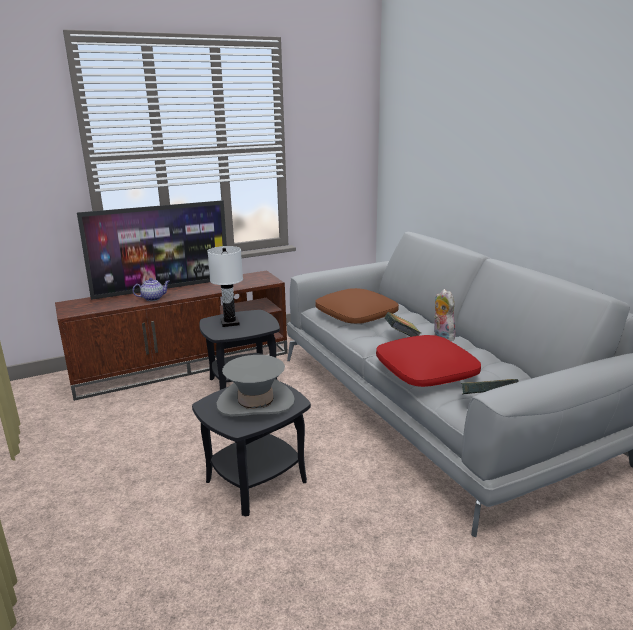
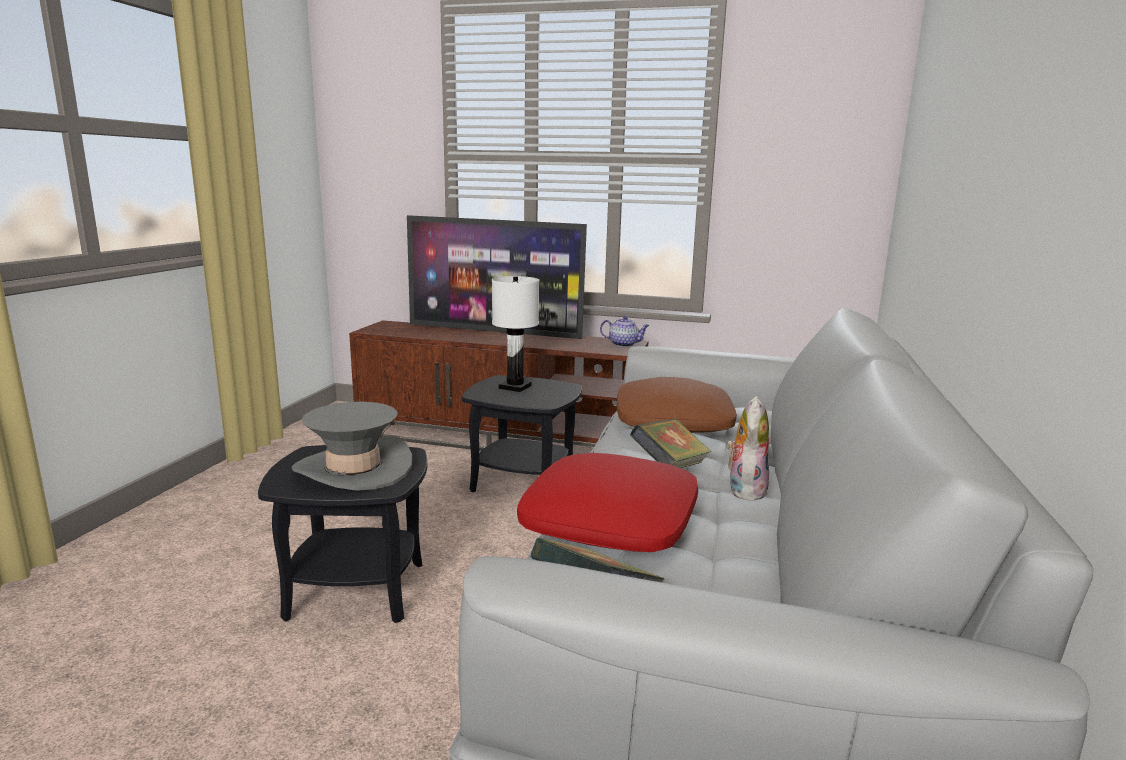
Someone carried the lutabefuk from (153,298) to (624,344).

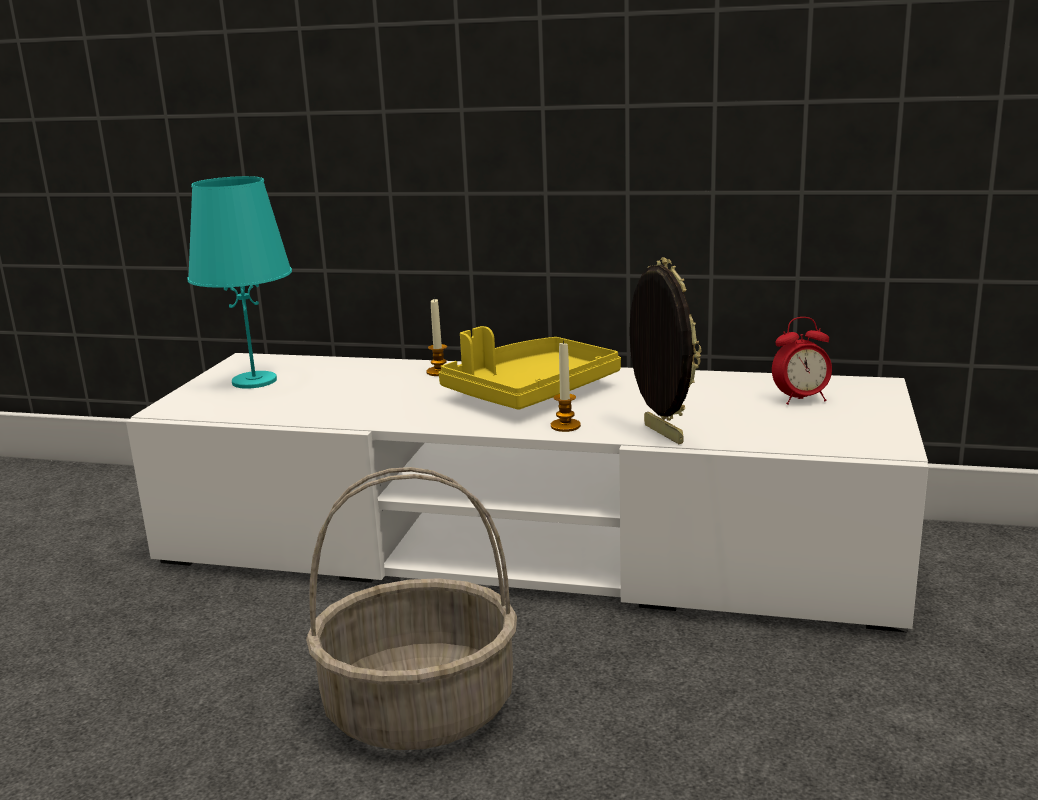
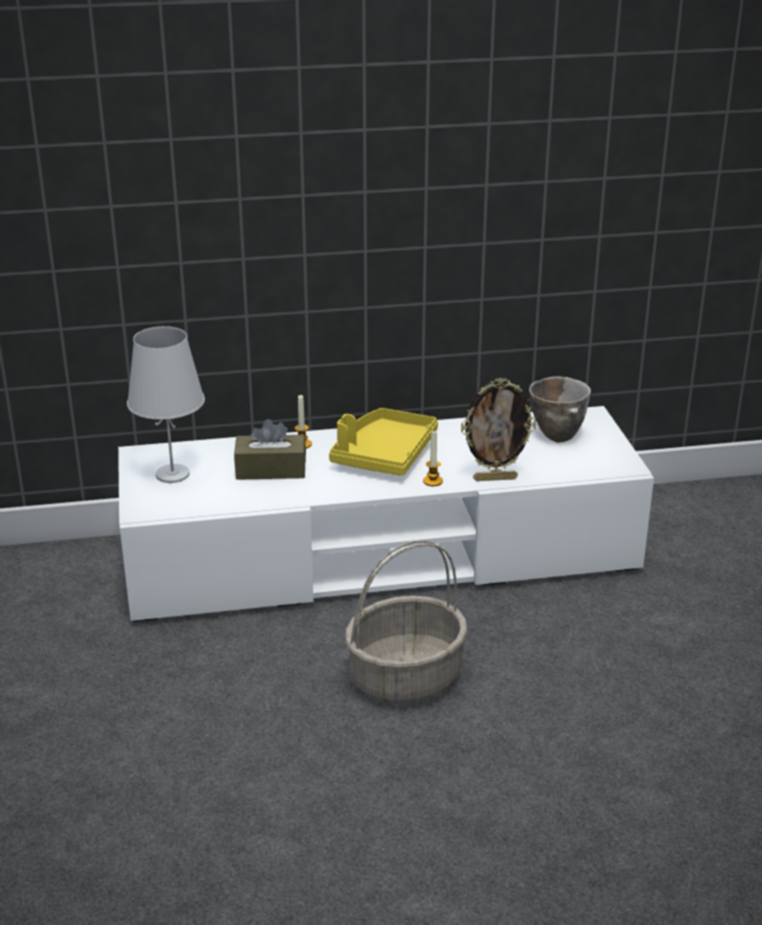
Someone repainted the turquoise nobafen at (254,381), which became the white nobafen at (172,474).
Someone rotated the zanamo at (660,434) by 135 degrees clockwise.
Someone swapped the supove at (801,399) for the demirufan at (556,435).
Someone put down the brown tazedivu at (271,470).

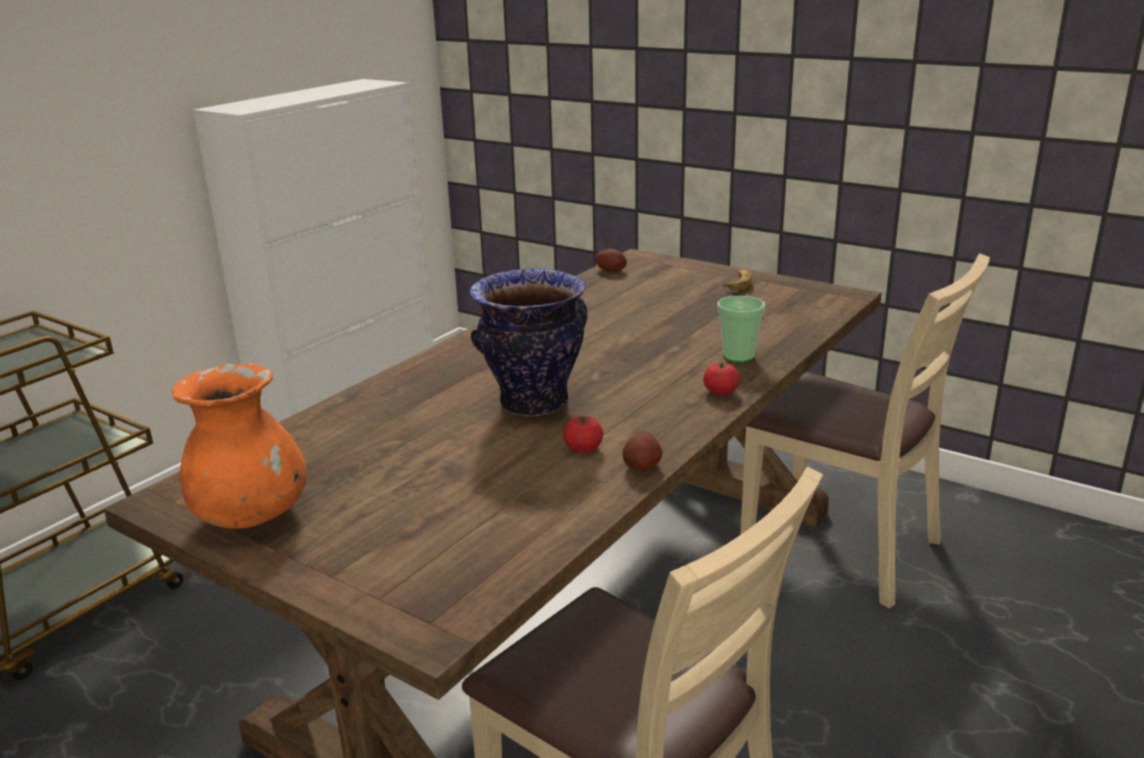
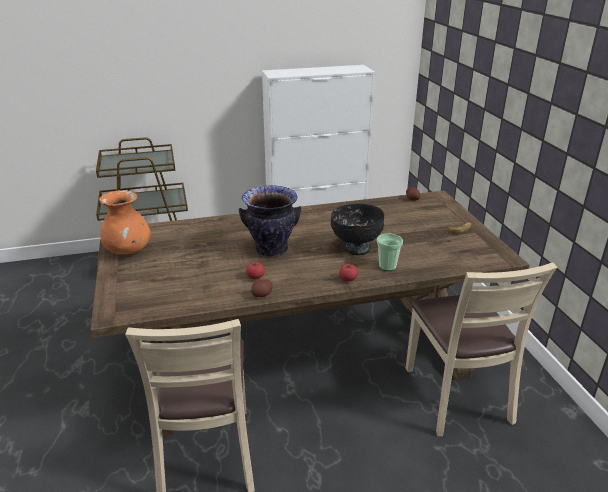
Someone put down the black demirufan at (356,248).

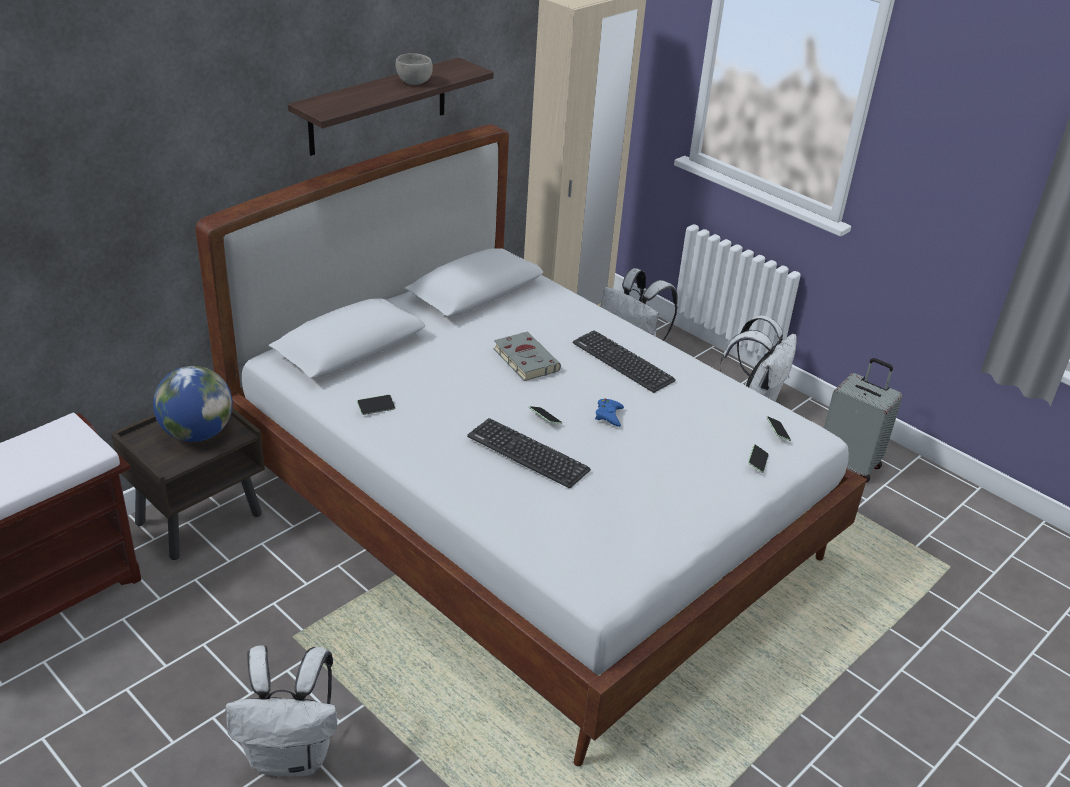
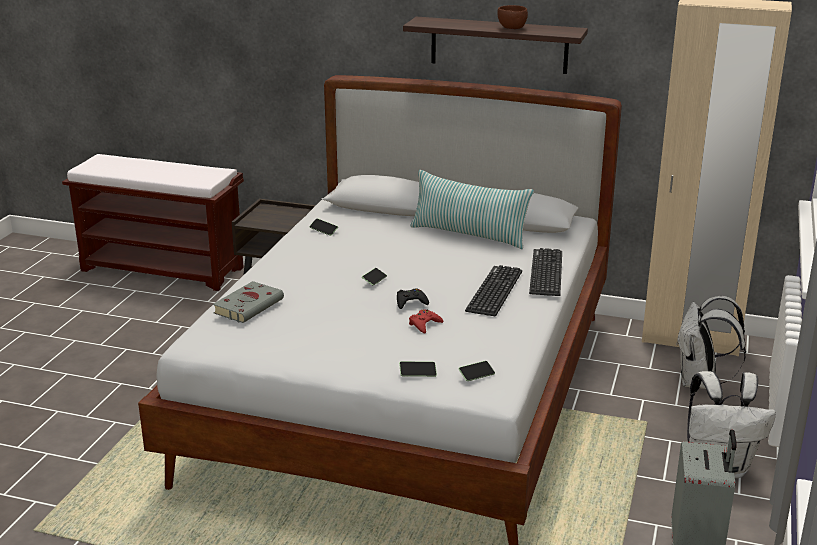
Someone repainted the grey demirufan at (415,82), which became the brown demirufan at (511,28).
Someone carried the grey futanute from (524,359) to (250,305).
Someone took away the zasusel at (197,434).
Someone repainted the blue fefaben at (609,415), which became the black fefaben at (410,302).
Someone carried the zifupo from (527,453) to (546,273).
Someone took away the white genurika at (292,756).
Someone put down the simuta at (469,234).
Someone put down the red fefaben at (424,324).

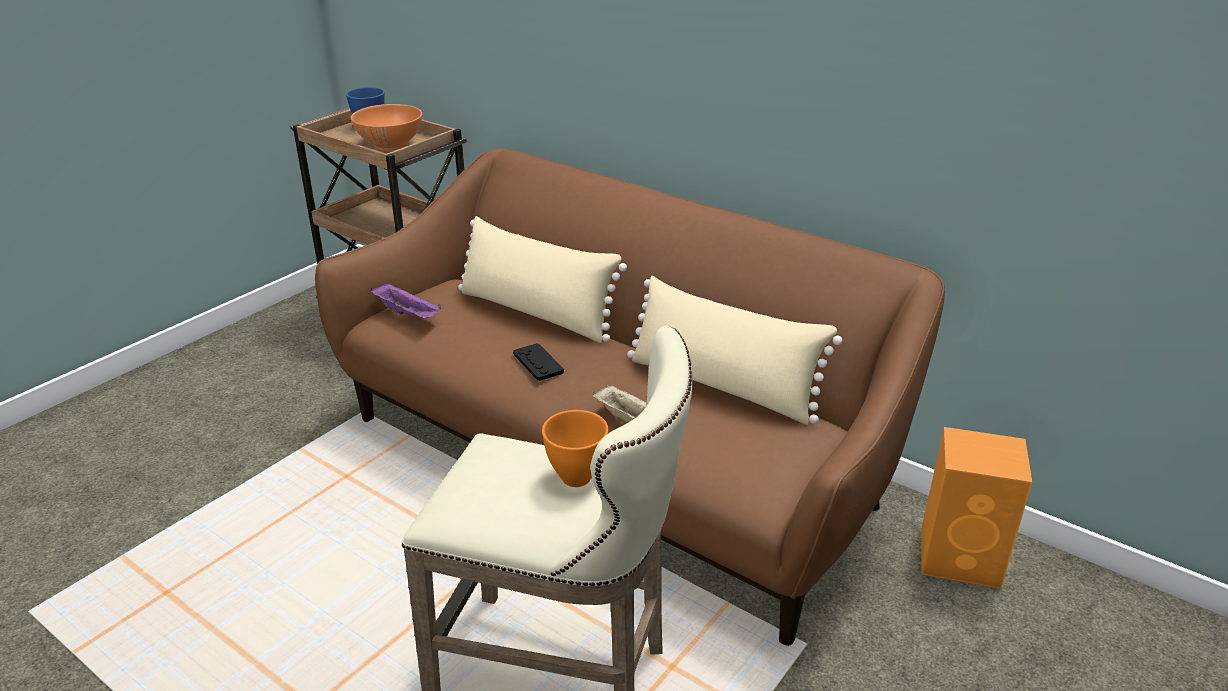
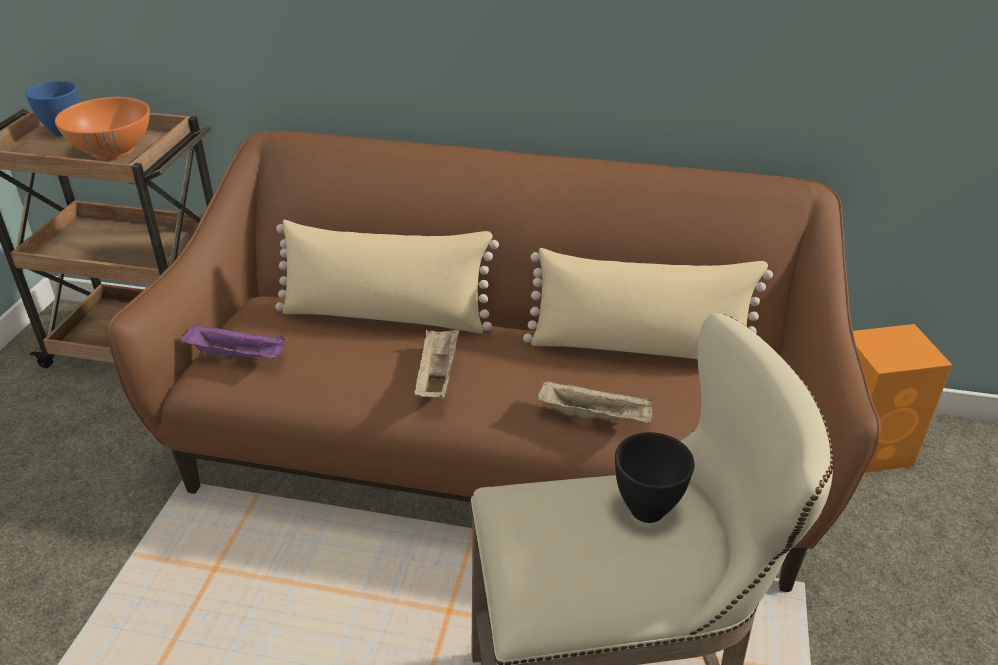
Someone swapped the black fefaben at (538,363) for the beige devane at (437,376).
Someone repainted the orange demirufan at (578,478), which became the black demirufan at (649,509).

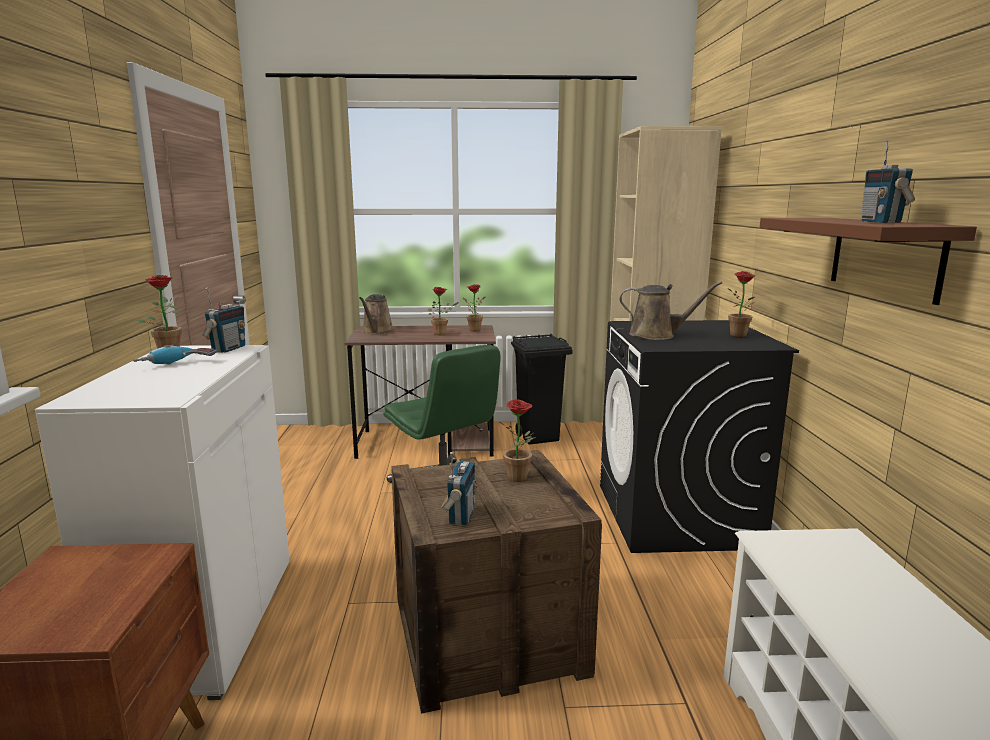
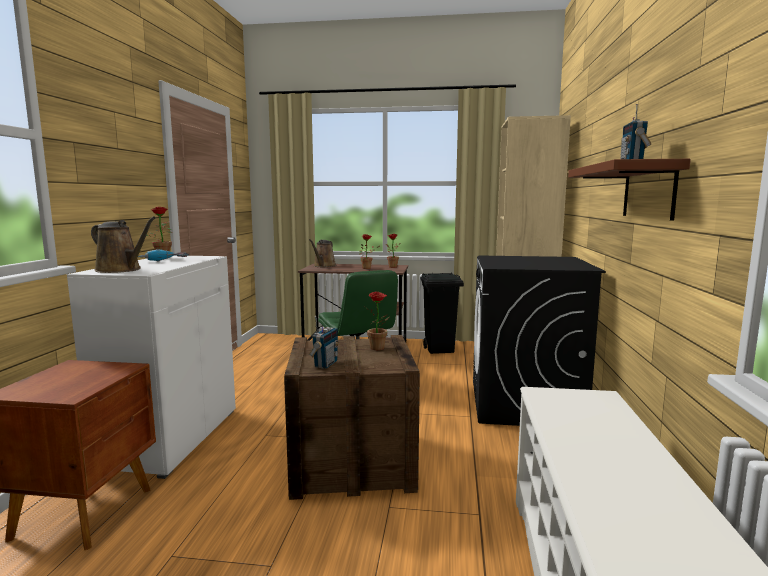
Someone took away the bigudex at (740,336).
Someone carried the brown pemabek from (656,335) to (121,270).
Someone took away the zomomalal at (228,349).

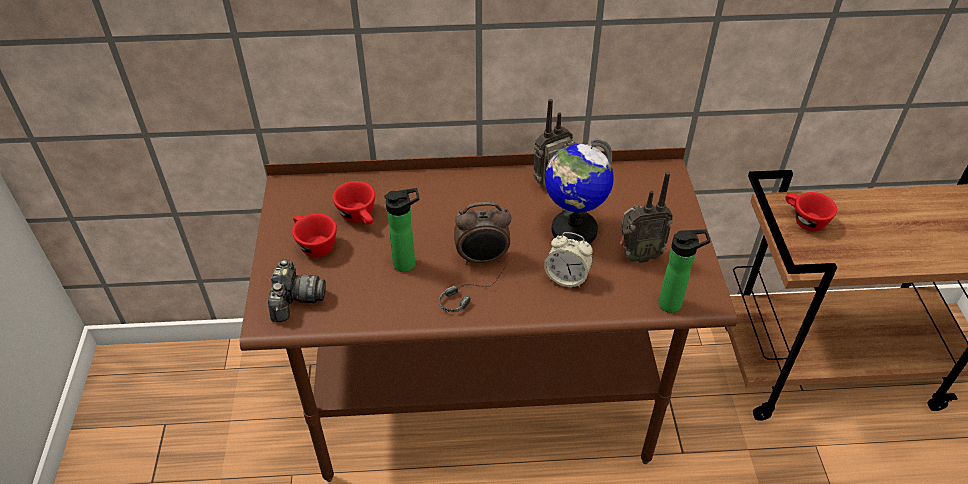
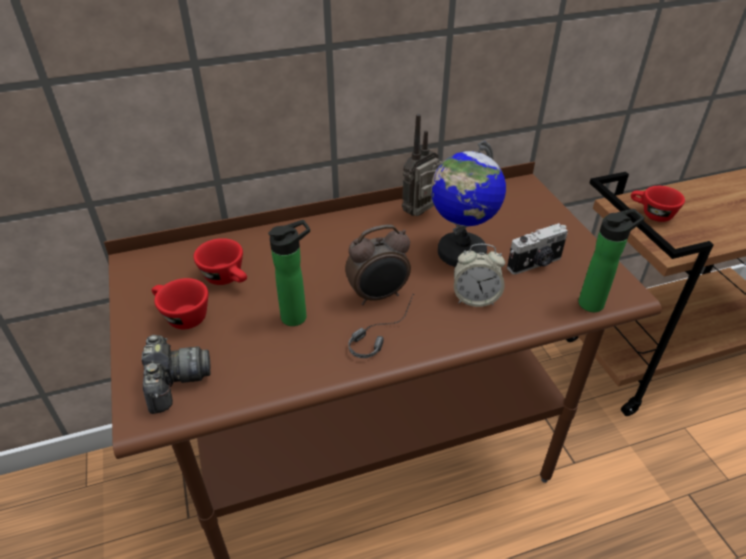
Someone swapped the zomomalal at (638,255) for the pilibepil at (535,264).

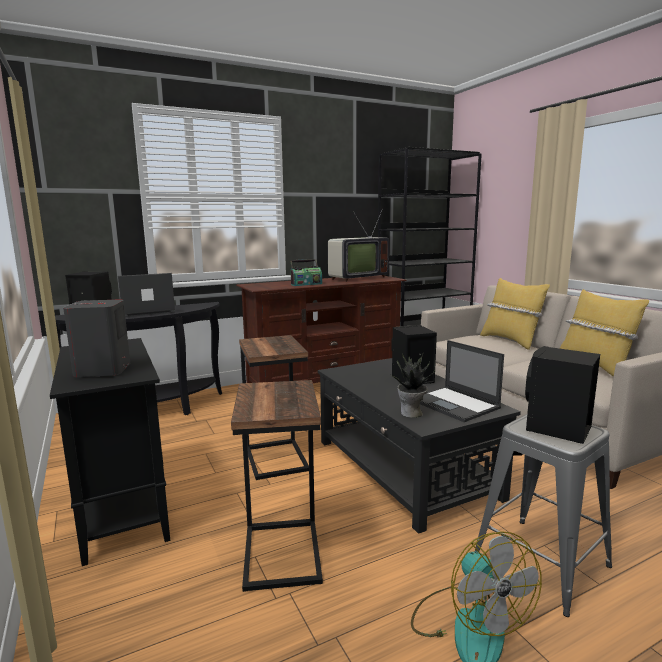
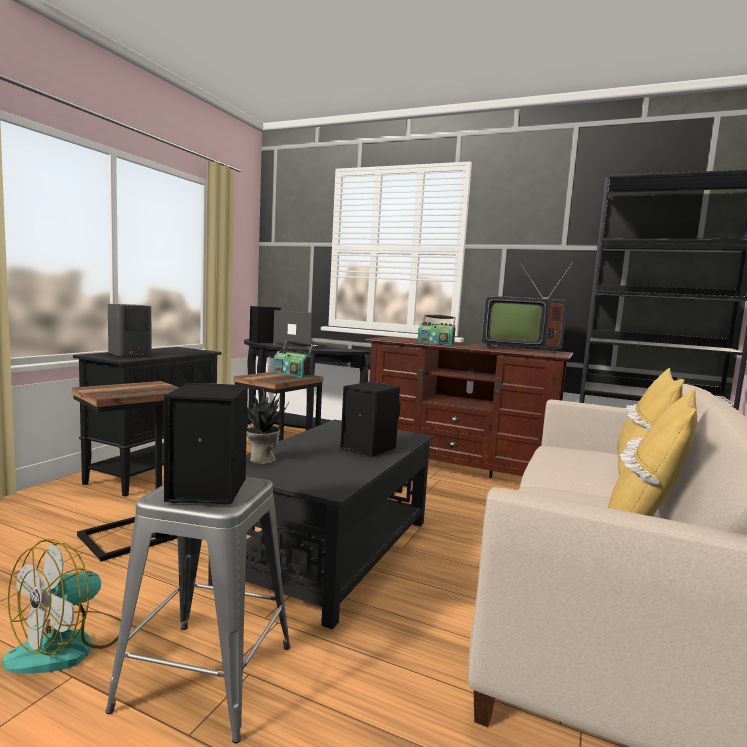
Someone took away the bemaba at (455,404).
Someone put down the zomomalal at (292,374).

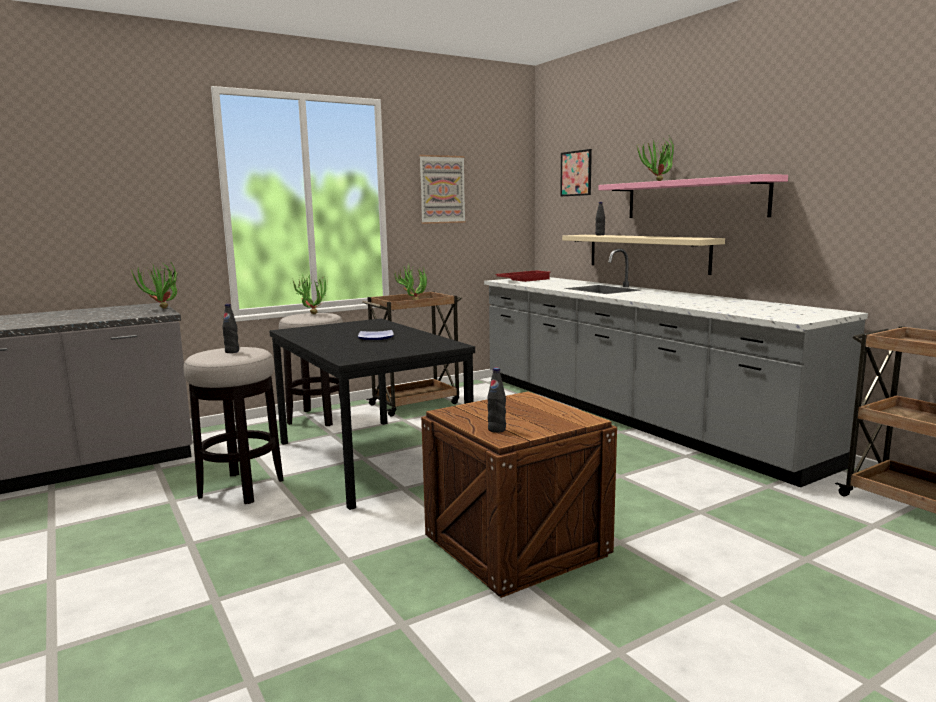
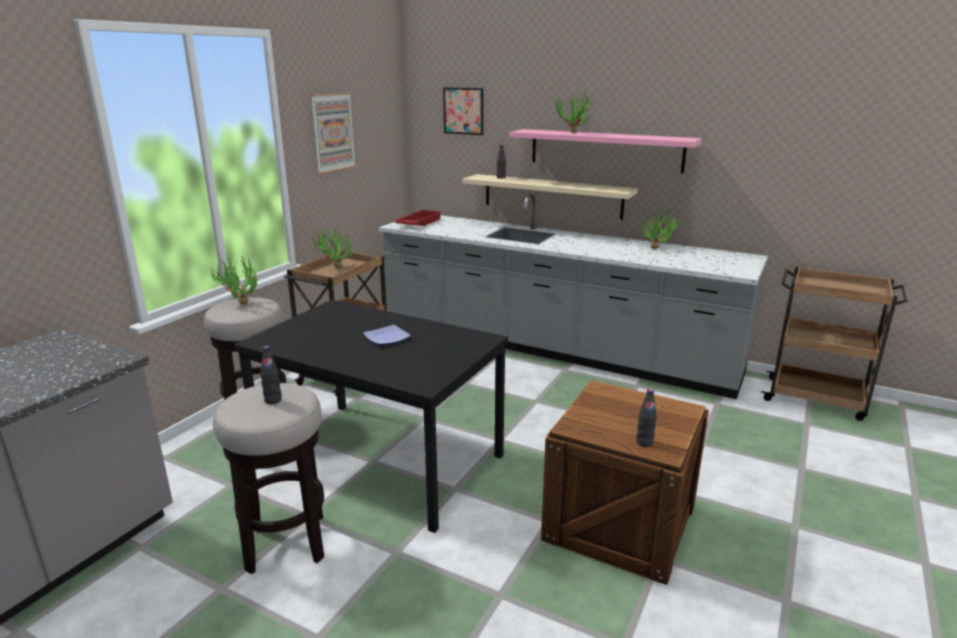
Someone carried the bigudex from (162,309) to (658,249).

